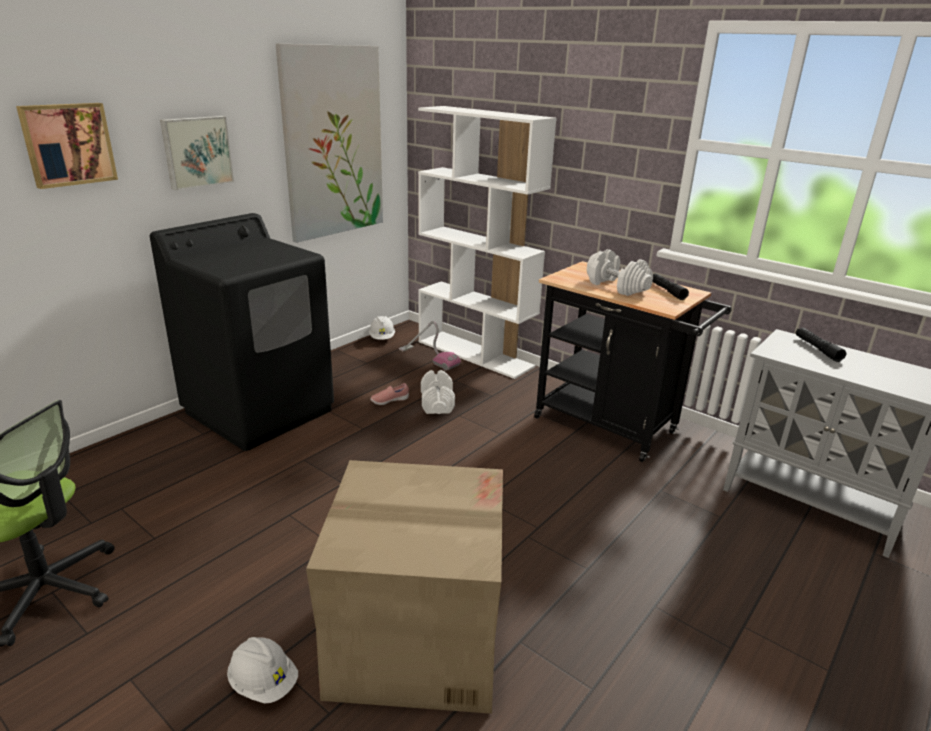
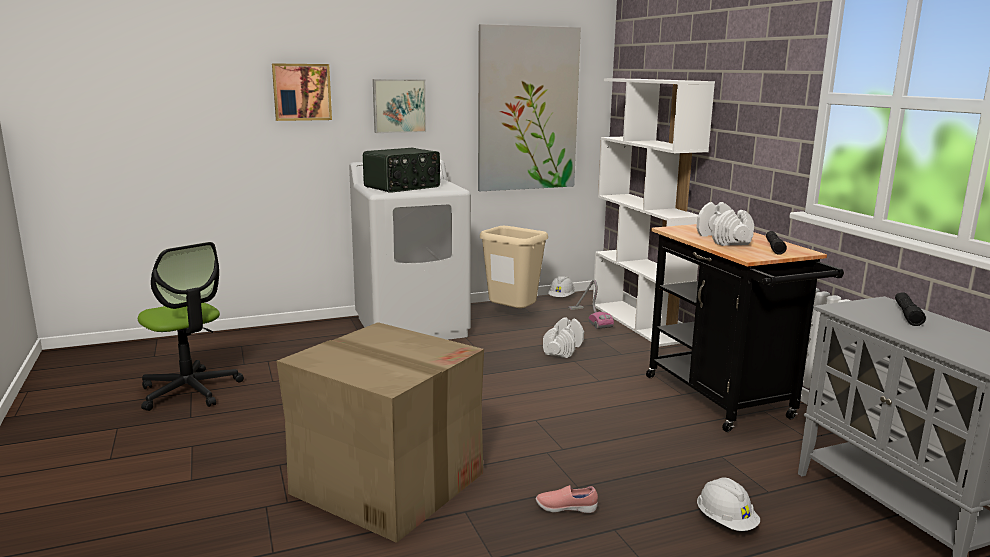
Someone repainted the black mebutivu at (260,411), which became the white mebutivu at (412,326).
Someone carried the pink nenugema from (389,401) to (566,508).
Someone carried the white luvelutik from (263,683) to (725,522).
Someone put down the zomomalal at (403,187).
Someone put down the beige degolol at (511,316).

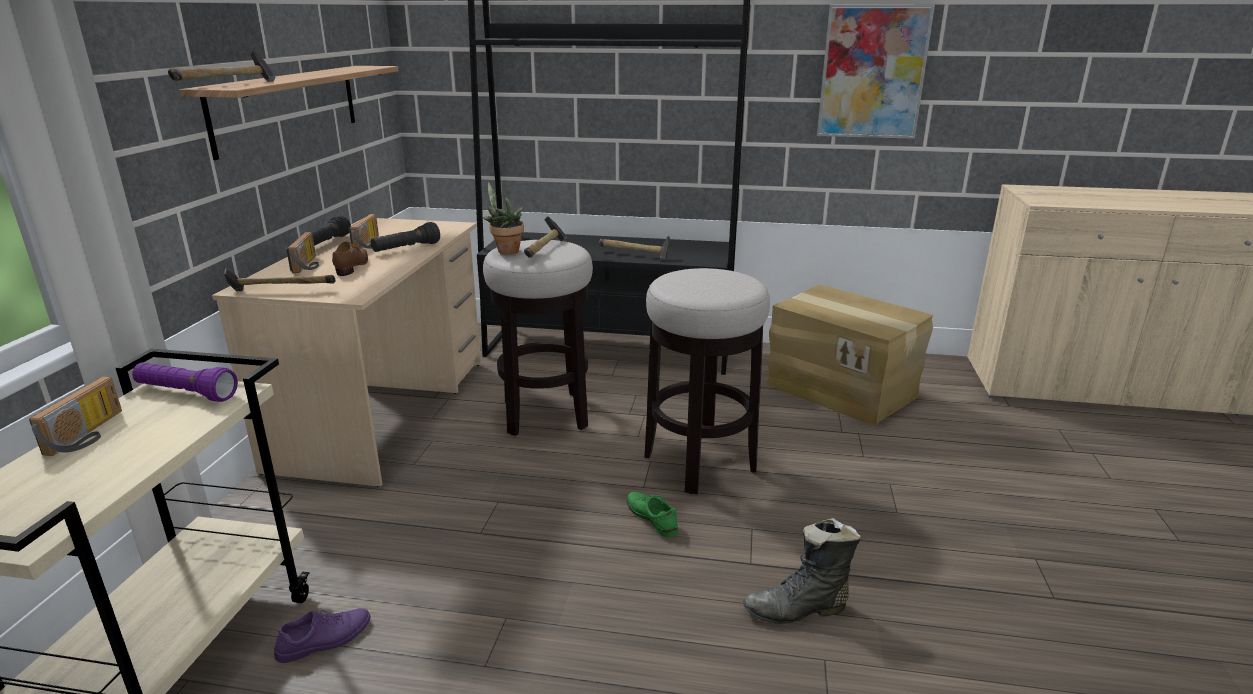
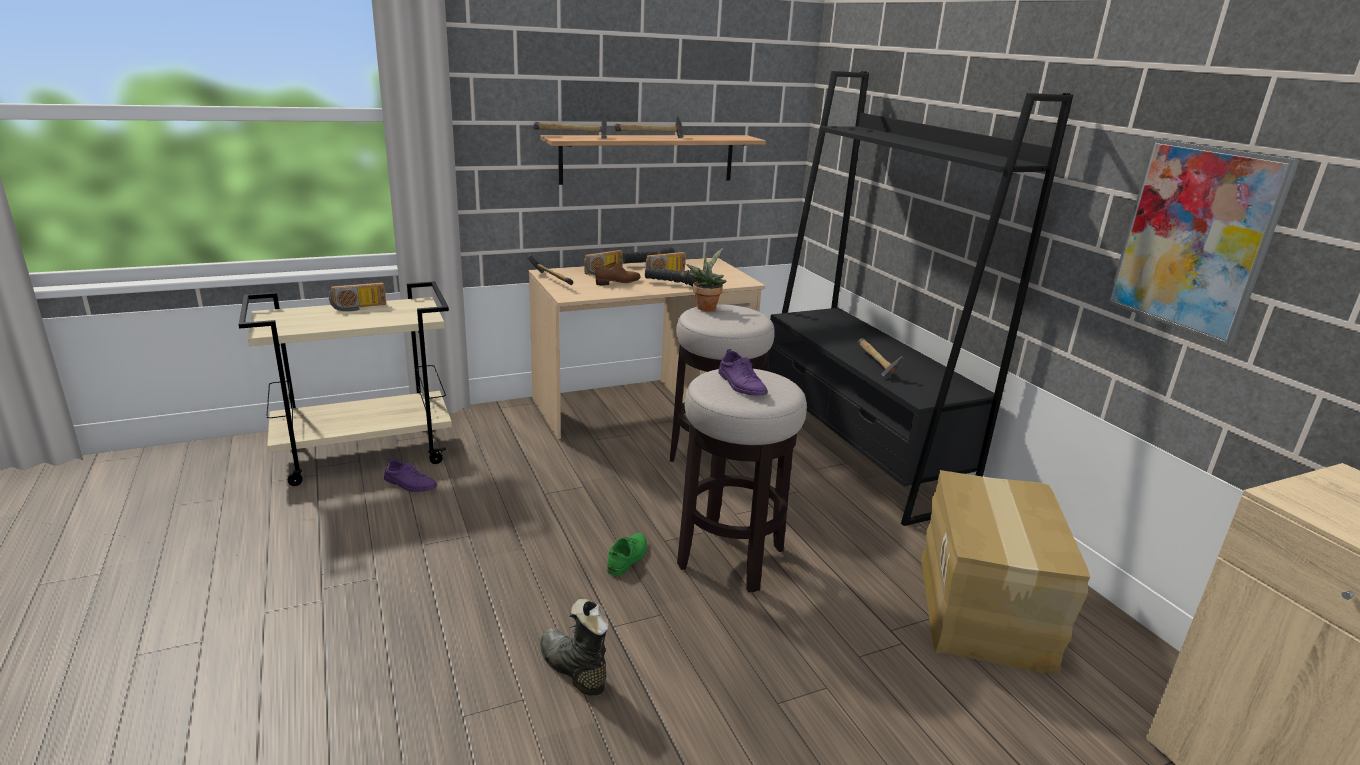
Someone carried the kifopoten from (545,250) to (651,137).
Someone took away the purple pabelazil at (186,393).
Someone put down the purple nenugema at (741,384).

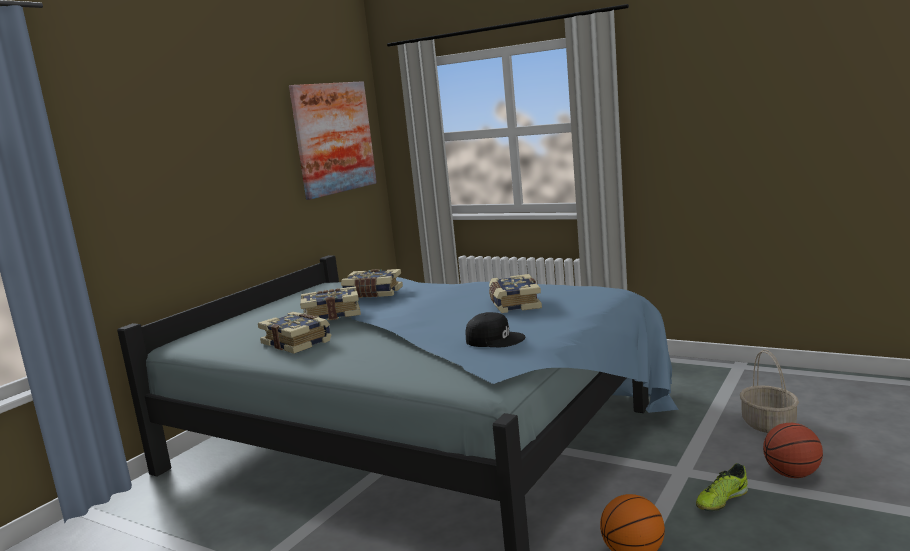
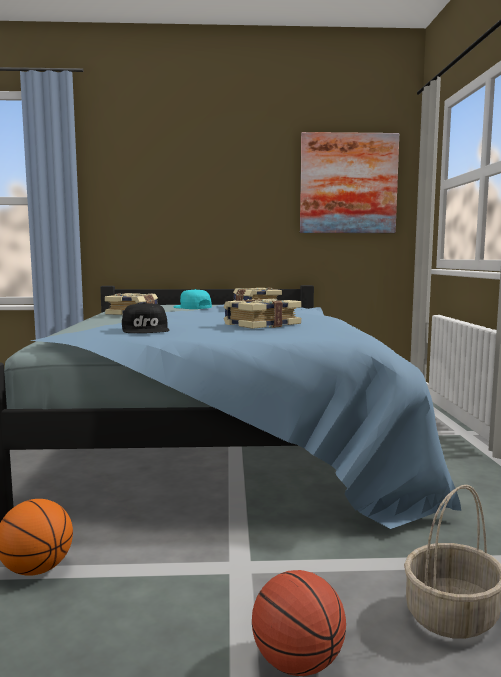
Someone swapped the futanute at (331,314) for the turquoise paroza at (192,307).
Someone took away the nenugema at (721,500).

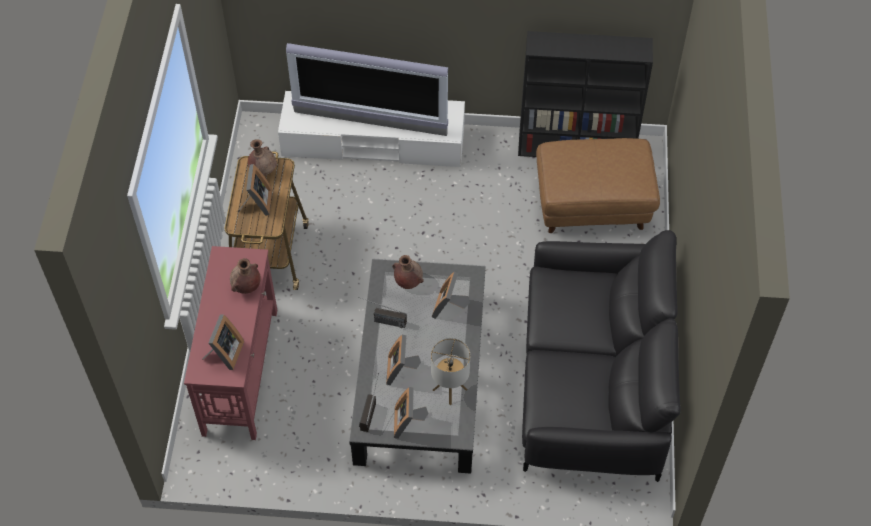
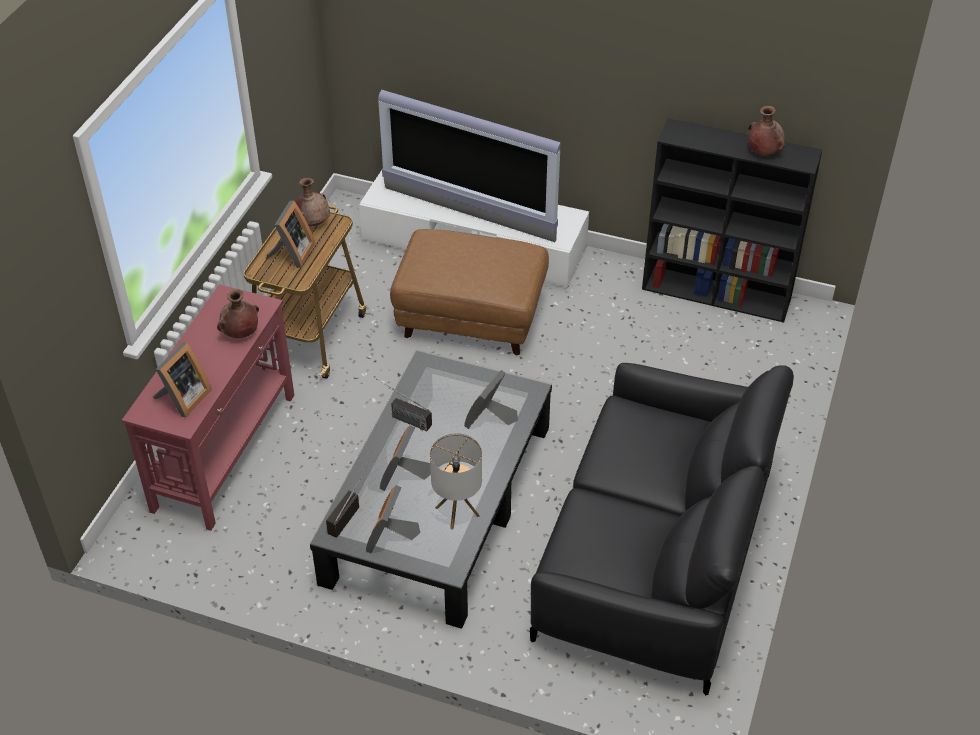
Someone carried the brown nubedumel from (592,204) to (470,318).
Someone carried the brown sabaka from (408,281) to (763,152).

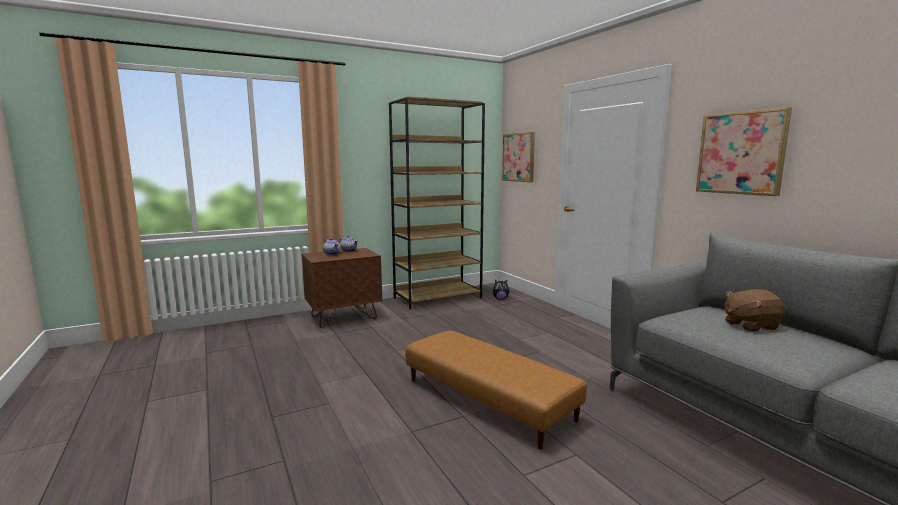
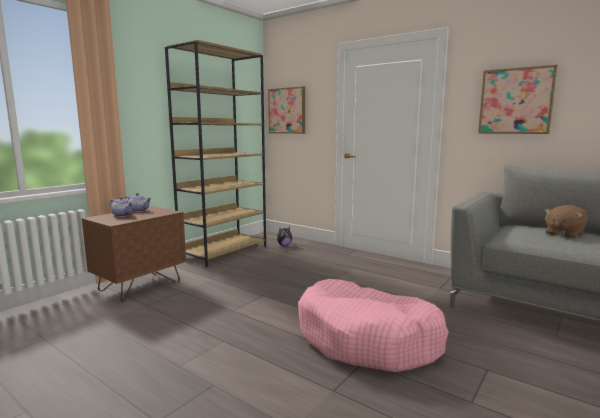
Someone swapped the brown nubedumel at (487,400) for the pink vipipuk at (368,339).

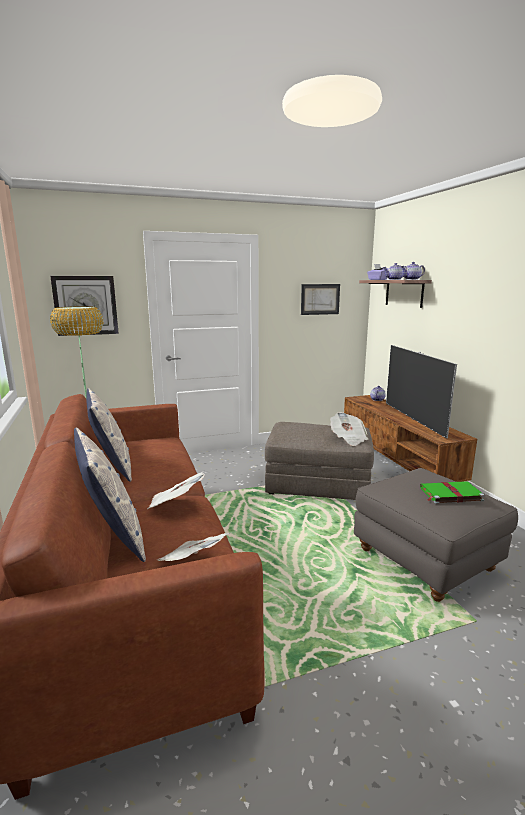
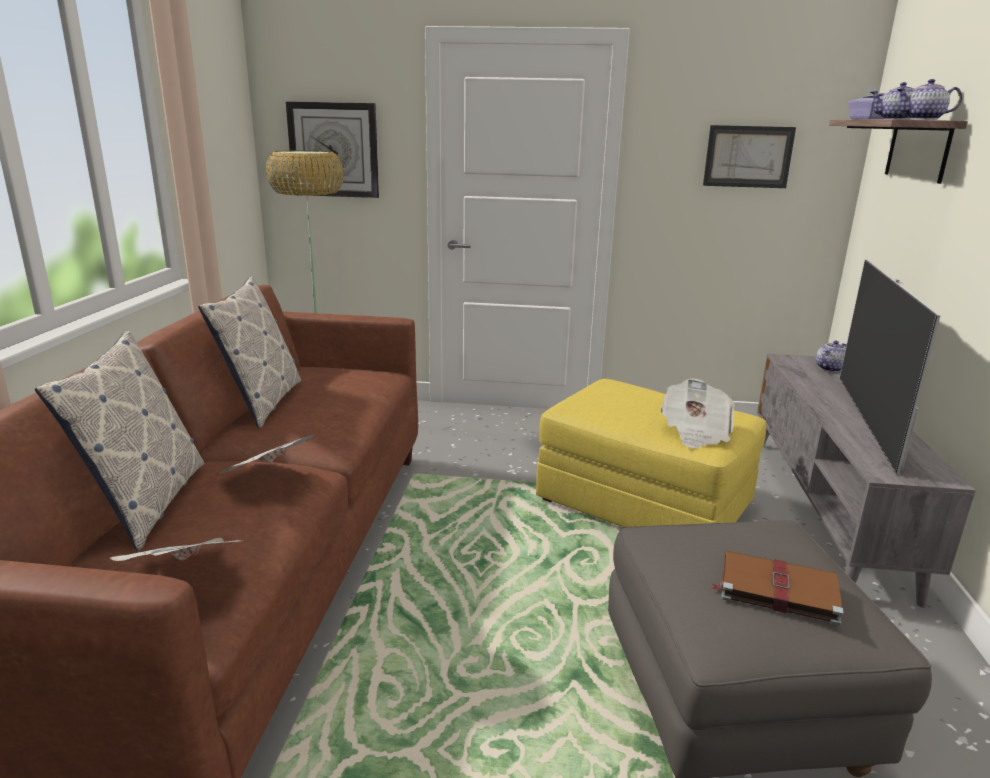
Someone repainted the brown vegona at (396,468), which became the grey vegona at (826,511).
Someone repainted the grey nubedumel at (318,483), which became the yellow nubedumel at (645,502).
Someone repainted the green futanute at (450,494), which became the brown futanute at (776,589).

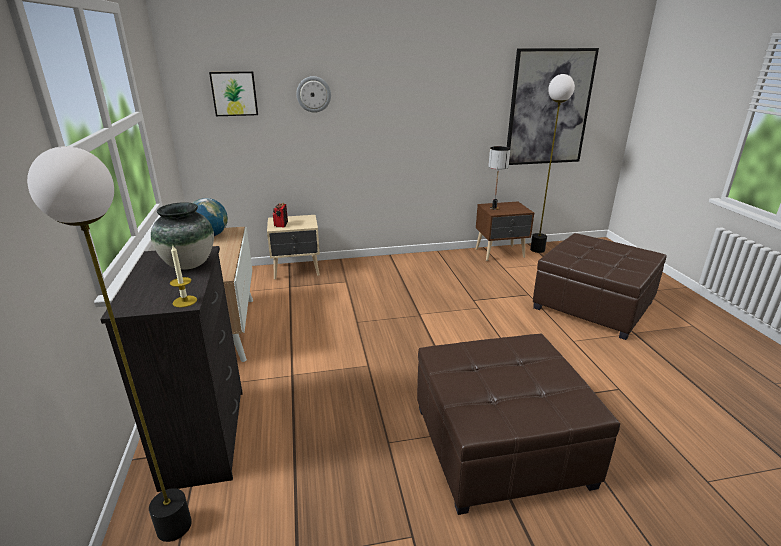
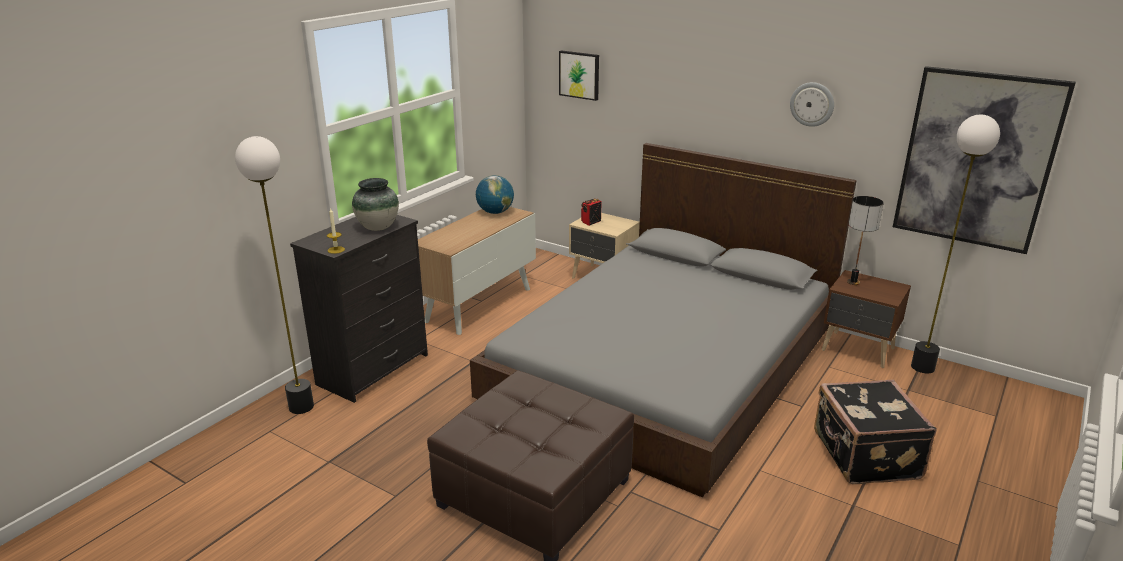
Someone carried the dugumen from (313,94) to (812,104).
Someone swapped the brown nubedumel at (594,305) for the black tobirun at (864,456).
Someone put down the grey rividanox at (666,363).

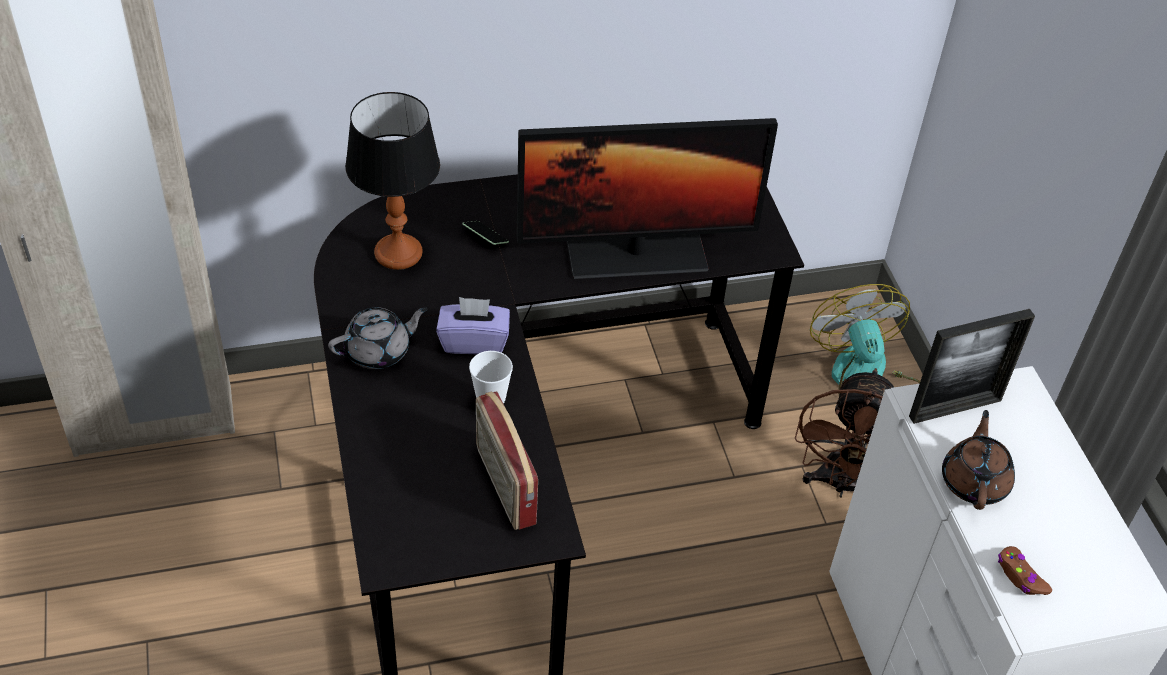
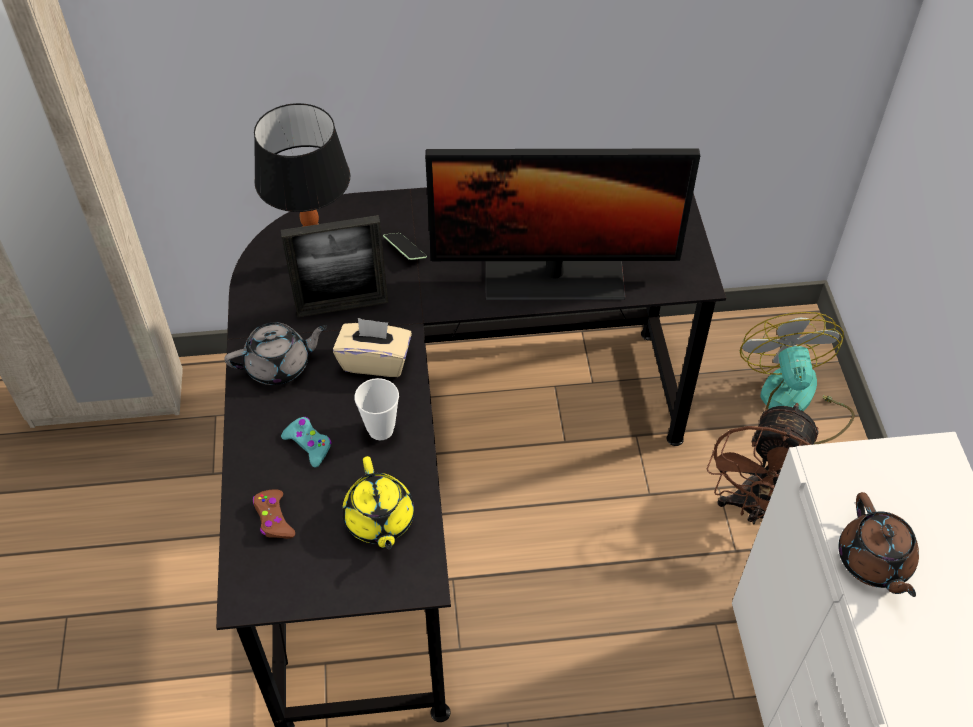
Someone repainted the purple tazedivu at (474,341), which became the beige tazedivu at (375,361).
Someone carried the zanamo from (955,408) to (342,306).
Someone swapped the zomomalal at (504,485) for the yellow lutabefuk at (379,520).
Someone rotated the brown lutabefuk at (974,481) by 150 degrees clockwise.
Someone carried the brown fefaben from (1020,576) to (274,519).
Someone put down the turquoise fefaben at (309,444).

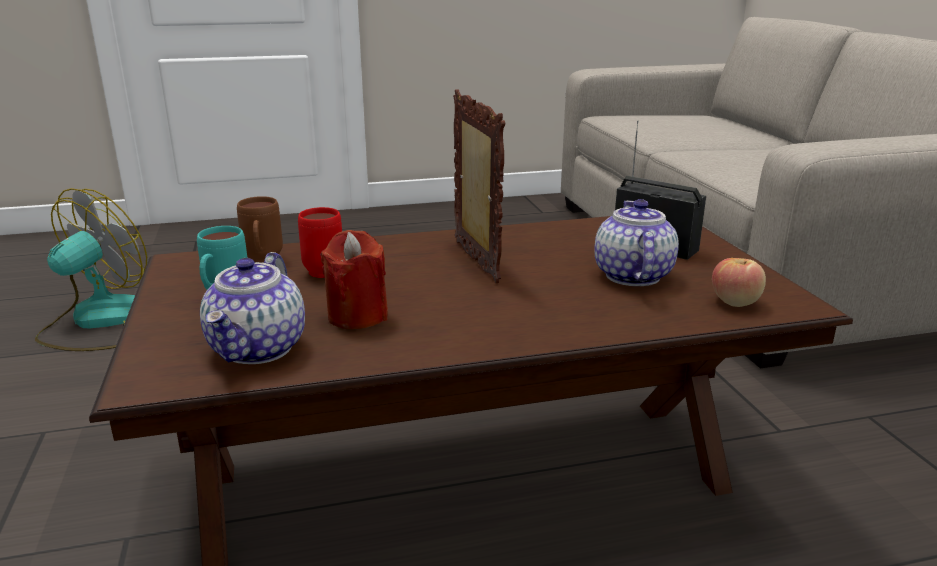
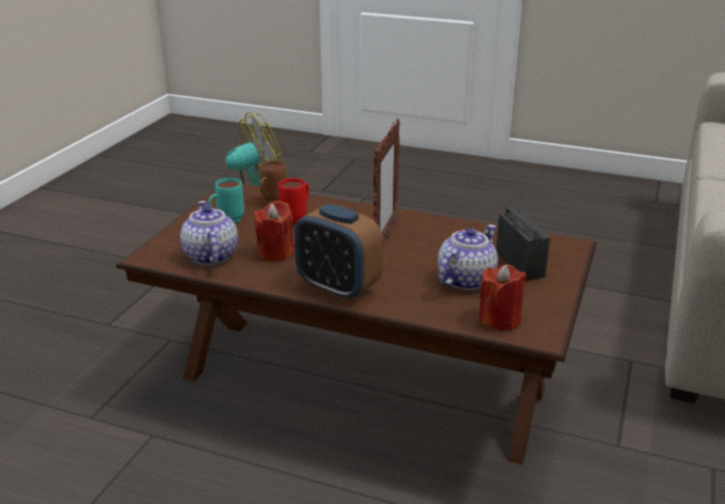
Someone rotated the lutabefuk at (259,349) by 120 degrees clockwise.
Someone swapped the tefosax at (735,302) for the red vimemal at (499,319).
Someone put down the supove at (338,287).

